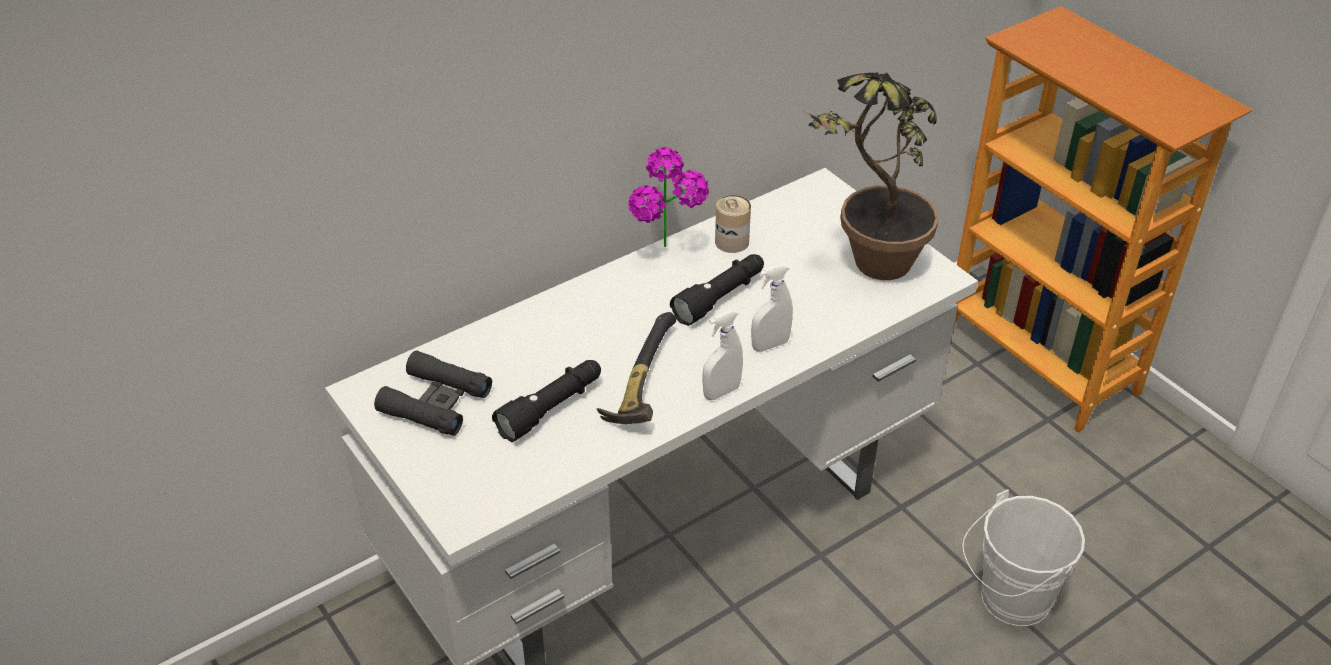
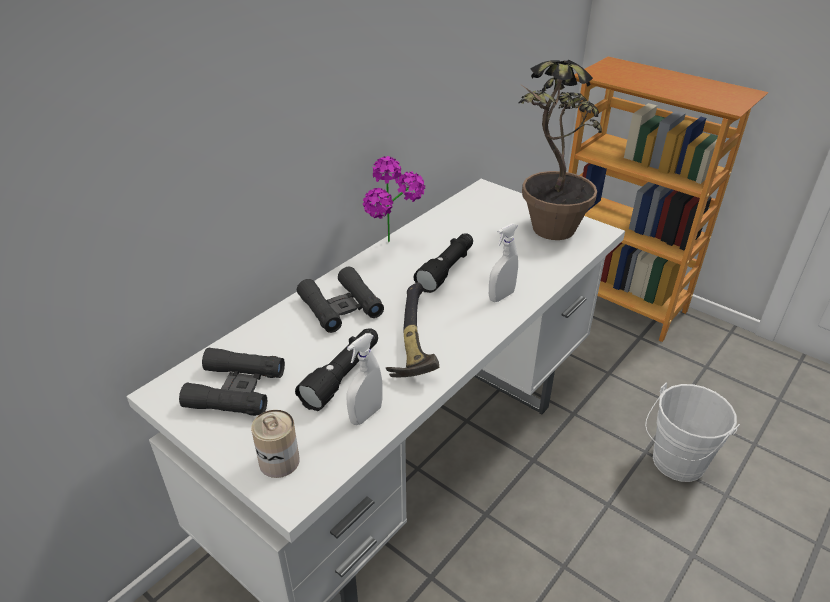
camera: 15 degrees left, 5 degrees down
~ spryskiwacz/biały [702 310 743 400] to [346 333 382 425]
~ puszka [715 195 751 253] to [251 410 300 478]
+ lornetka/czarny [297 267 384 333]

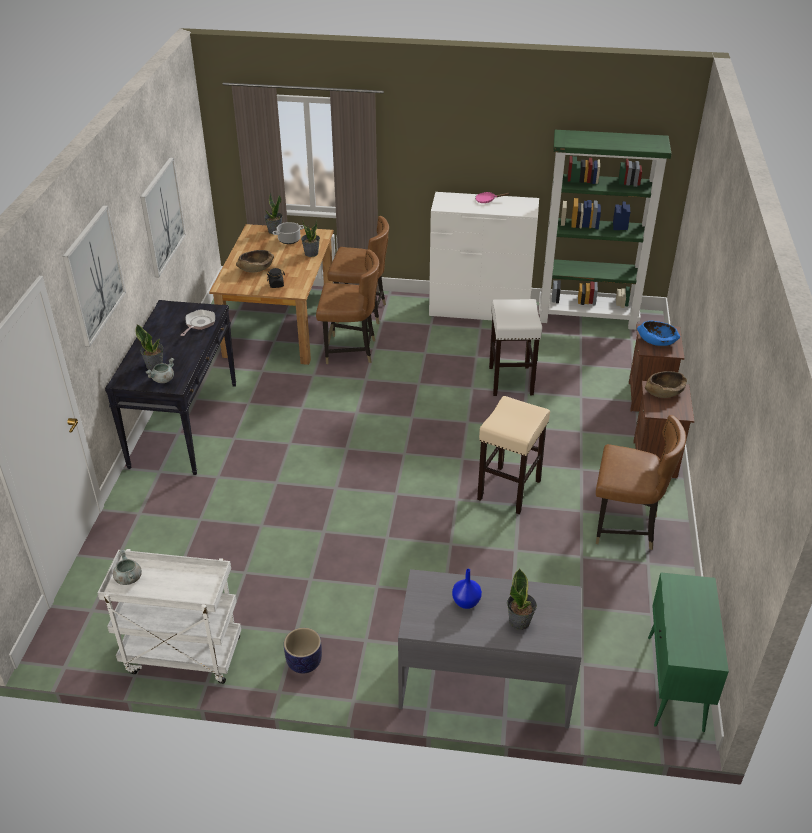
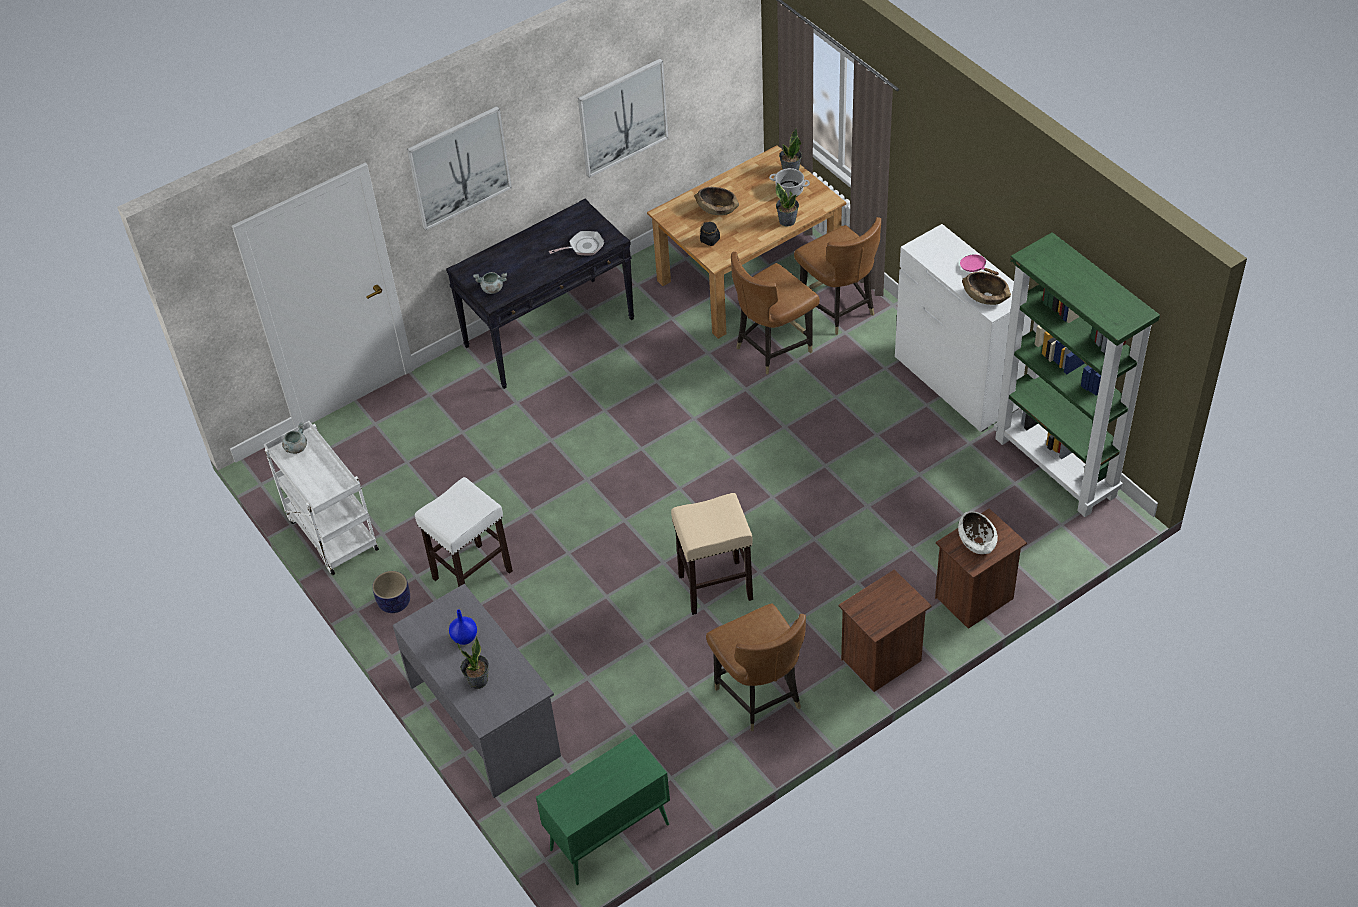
camera: 50 degrees right, 10 degrees up
- roślina doniczkowa [135 324 163 371]
~ krzesło/brązowy [316 249 379 364] = [731 252 820 374] 90 degrees clockwise
~ stołek/biały [489 299 542 396] to [415 477 513 587]
~ miska/niebieski [637 321 680 346] to miska/biały [958 511 998 554]
~ miska/brązowy [645 371 687 398] to [962 272 1011 305]

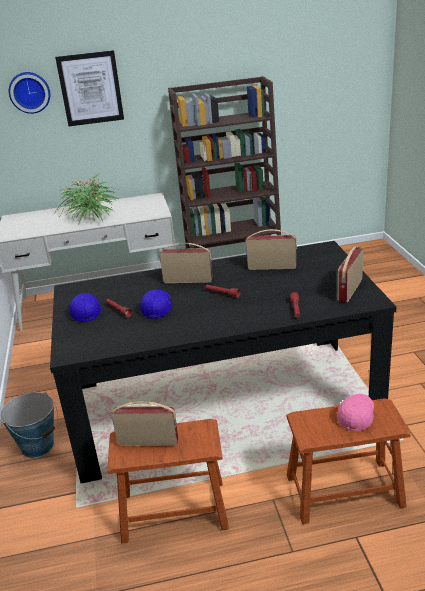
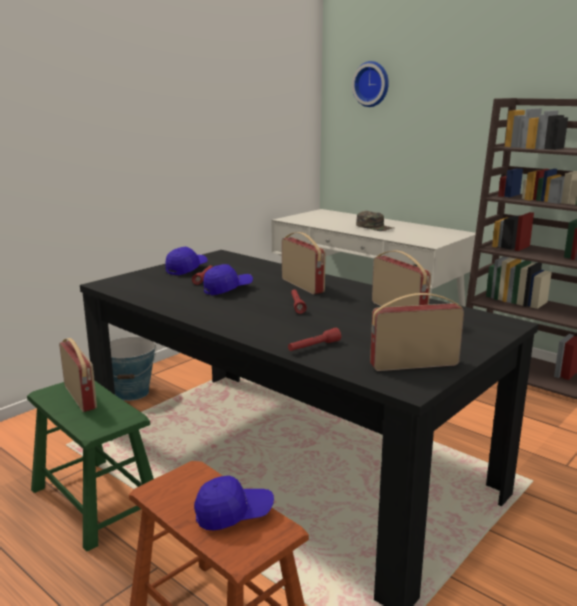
camera: 50 degrees right, 10 degrees down
- obraz [55 50 124 126]
~ roślina doniczkowa [56 173 118 225] to czapka z daszkiem/zielony [356 211 393 231]
~ stołek/brązowy [107 419 229 544] to stołek/zielony [27 381 154 551]
~ czapka z daszkiem/różowy [337 394 374 432] to czapka z daszkiem/niebieski [194 475 274 530]

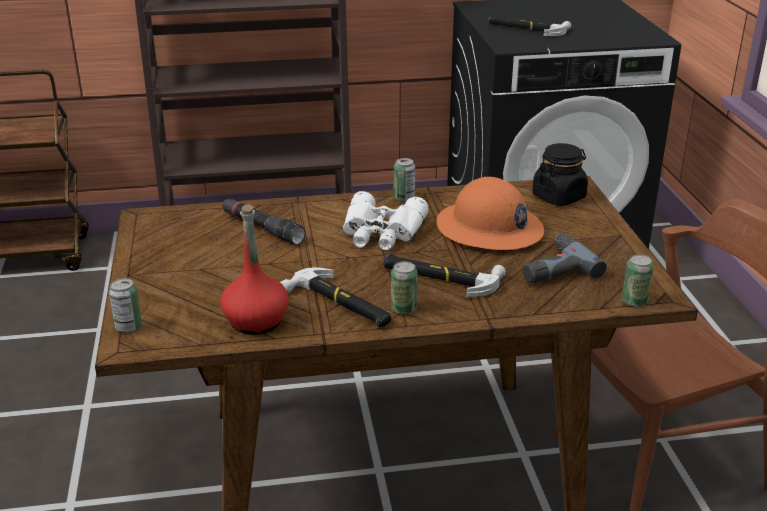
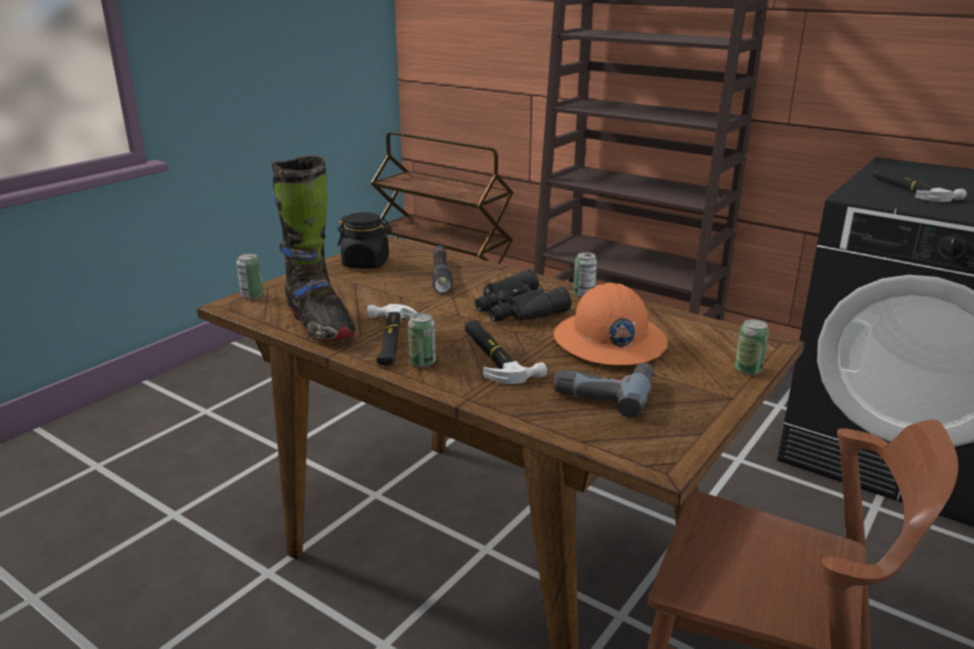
camera: 45 degrees right, 5 degrees down
~ butelka/czerwony [221 204 289 335] to but z cholewką/czarny [272 155 355 341]
~ lornetka/biały [343 191 429 250] to lornetka/czarny [475 269 572 322]
~ słoik/czarny [532 143 588 206] to [338 212 392 269]
~ puszka [622 254 654 307] to [735 319 769 375]

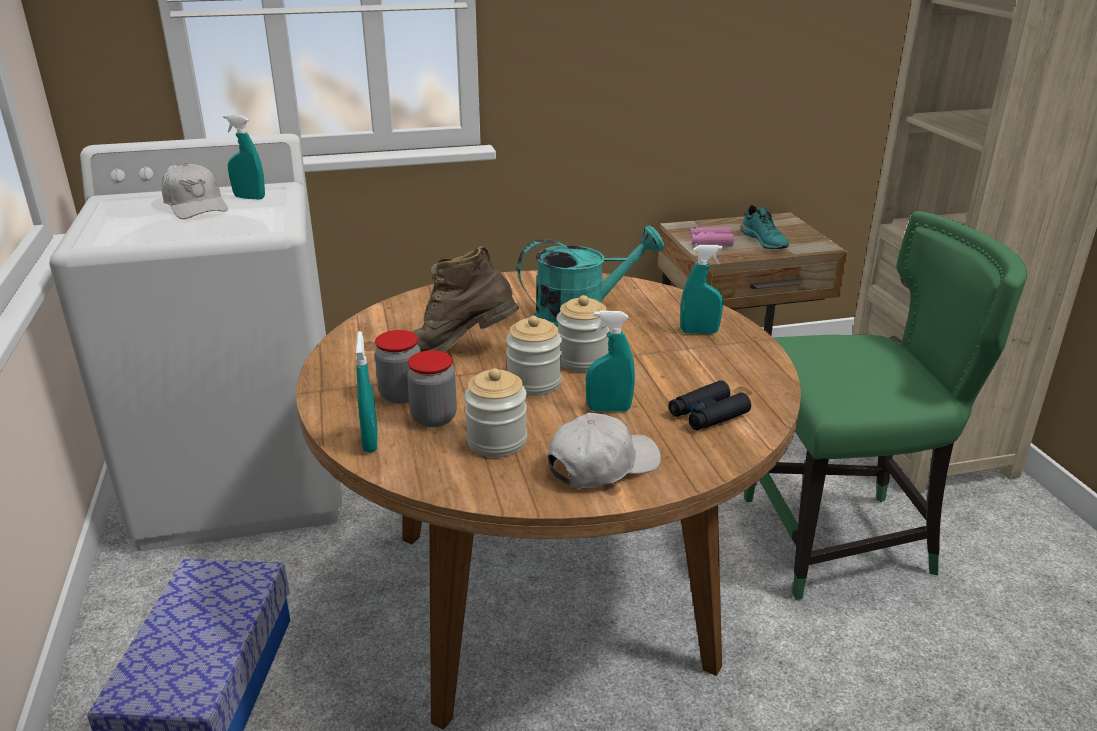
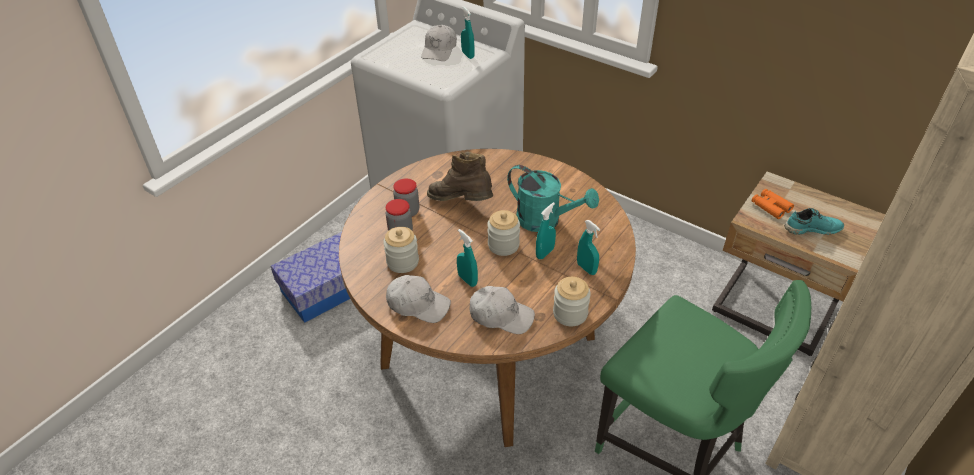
camera: 50 degrees right, 15 degrees up
~ spryskiwacz/turkusowy [356 331 378 452] to [536 202 556 259]
~ słoik [506 316 562 396] to [553 277 591 326]
~ lornetka/czarny [669 380 751 430] to czapka z daszkiem/biały [469 286 535 334]
~ lornetka/różowy [690 227 734 247] to lornetka/pomarańczowy [752 189 794 219]
~ but/turkusowy [740 205 789 249] = [784 208 844 235] 120 degrees counterclockwise

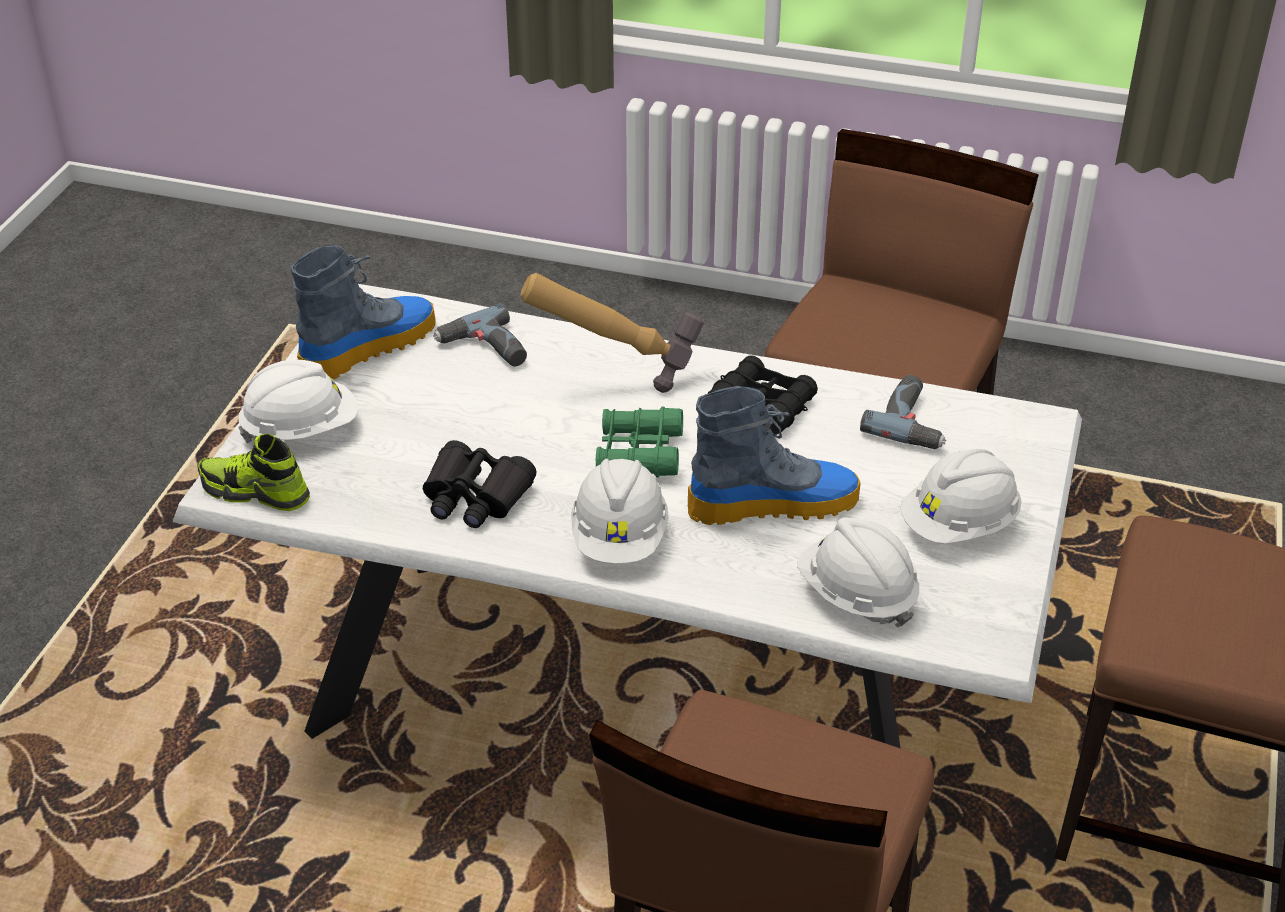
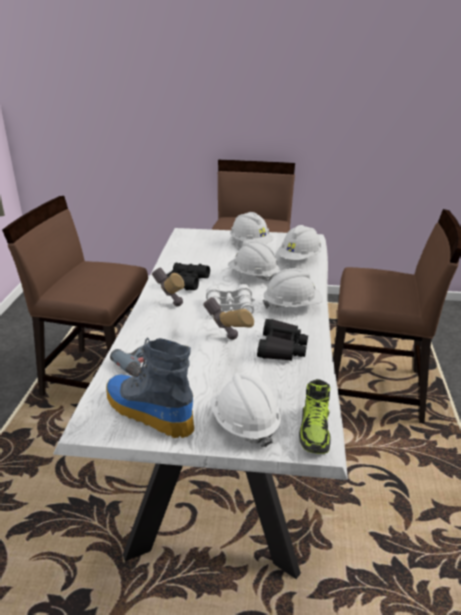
camera: 100 degrees left, 10 degrees down
~ lornetka/zielony [596 406 683 478] to lornetka/biały [206 284 255 317]
~ but z cholewką [688 386 861 525] to kask/biały [228 240 279 281]
- wiertarka [860 375 946 449]
+ młotek [203 297 254 340]

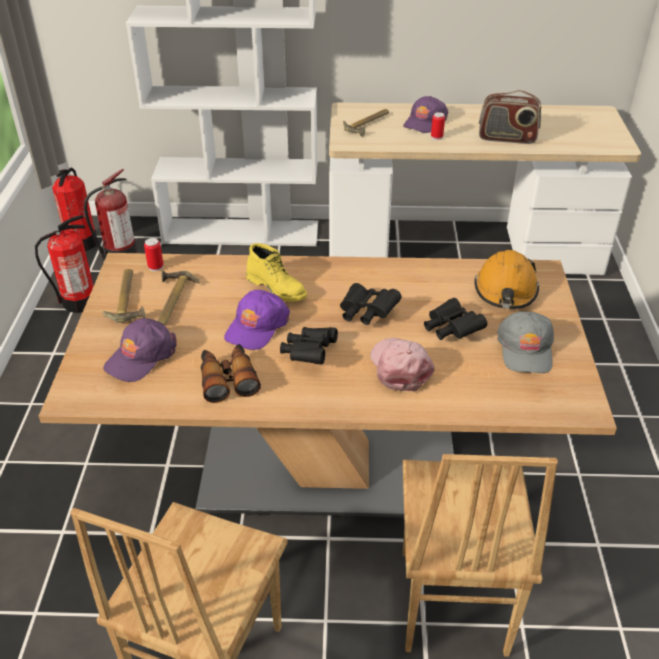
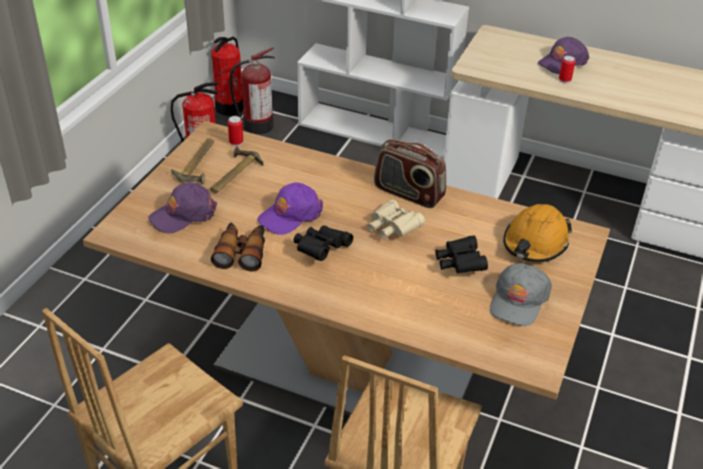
camera: 20 degrees right, 0 degrees up
- but z cholewką/żółty [246 243 307 302]
~ lornetka/czarny [340 283 401 325] to lornetka/beżowy [367 199 425 239]
- młotek [343 109 389 137]
- czapka z daszkiem/różowy [370 338 435 392]
~ radio [479 90 541 144] to [374 139 446 208]

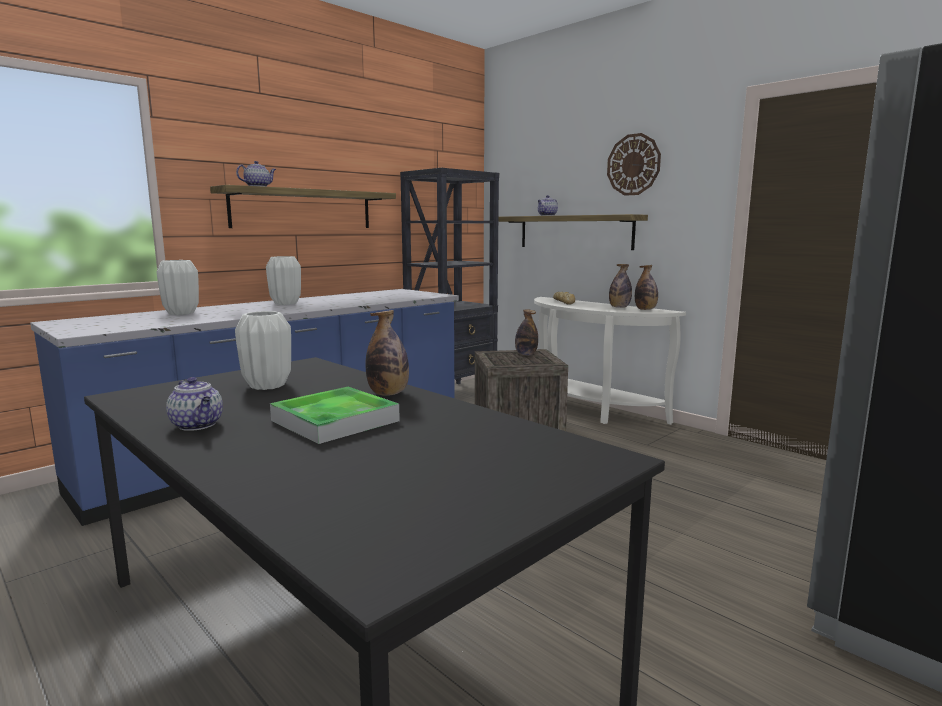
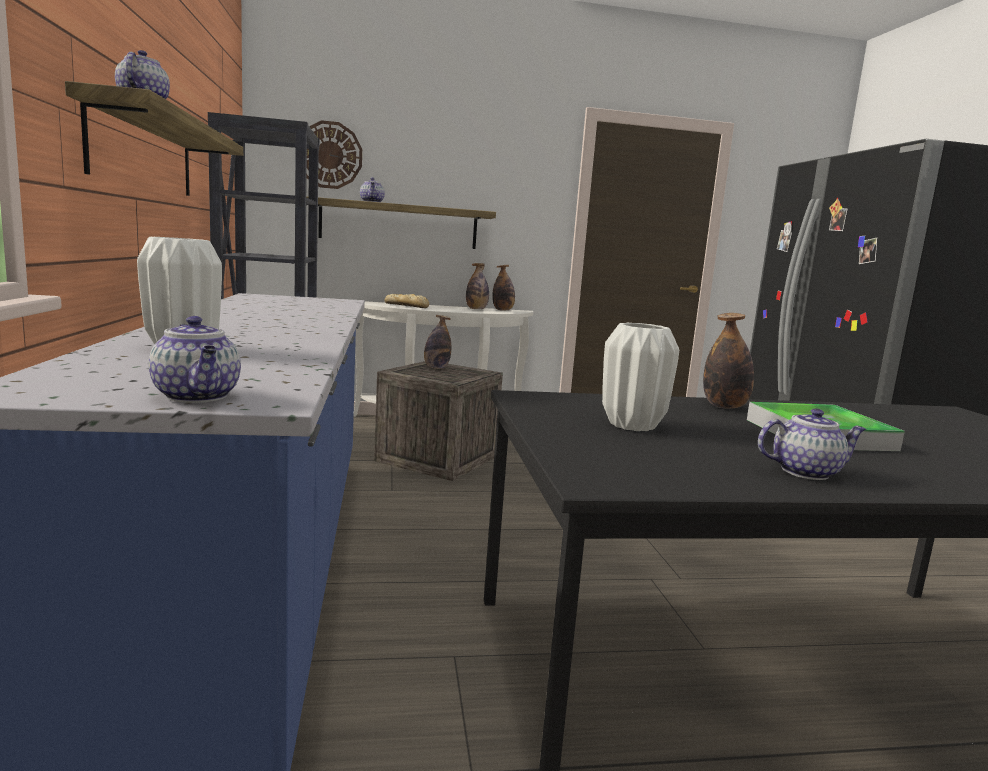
camera: 55 degrees left, 0 degrees up
- wazon/biały [266 256 301 305]
~ zegar ścienny [607 133 661 196] to [307 120 362 189]
+ imbryk [149 316 241 403]

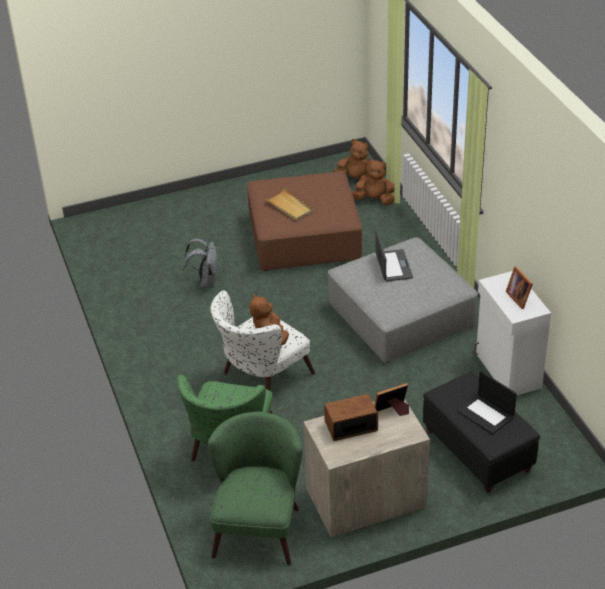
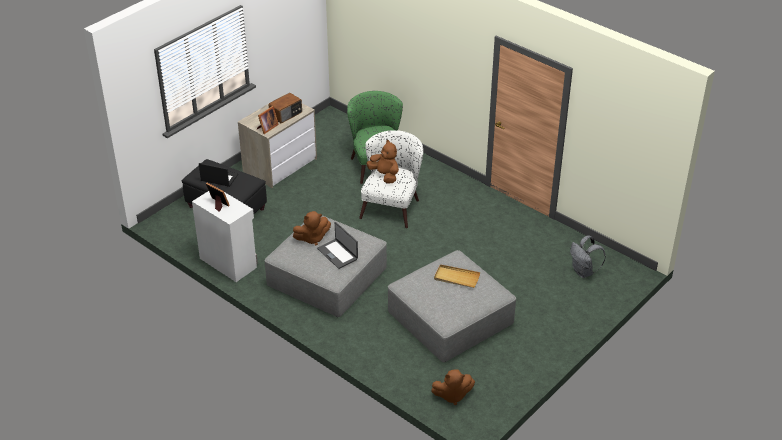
camera: 150 degrees right, 0 degrees up
~ plecak/szary [183 239 219 288] to [570 235 606 278]
- fotel/zielony [208 412 302 565]
~ pufa/brązowy [247 171 362 271] to pufa/szary [388 250 517 362]
~ pluszak/brązowy [352 159 395 206] to [293 211 331 245]

